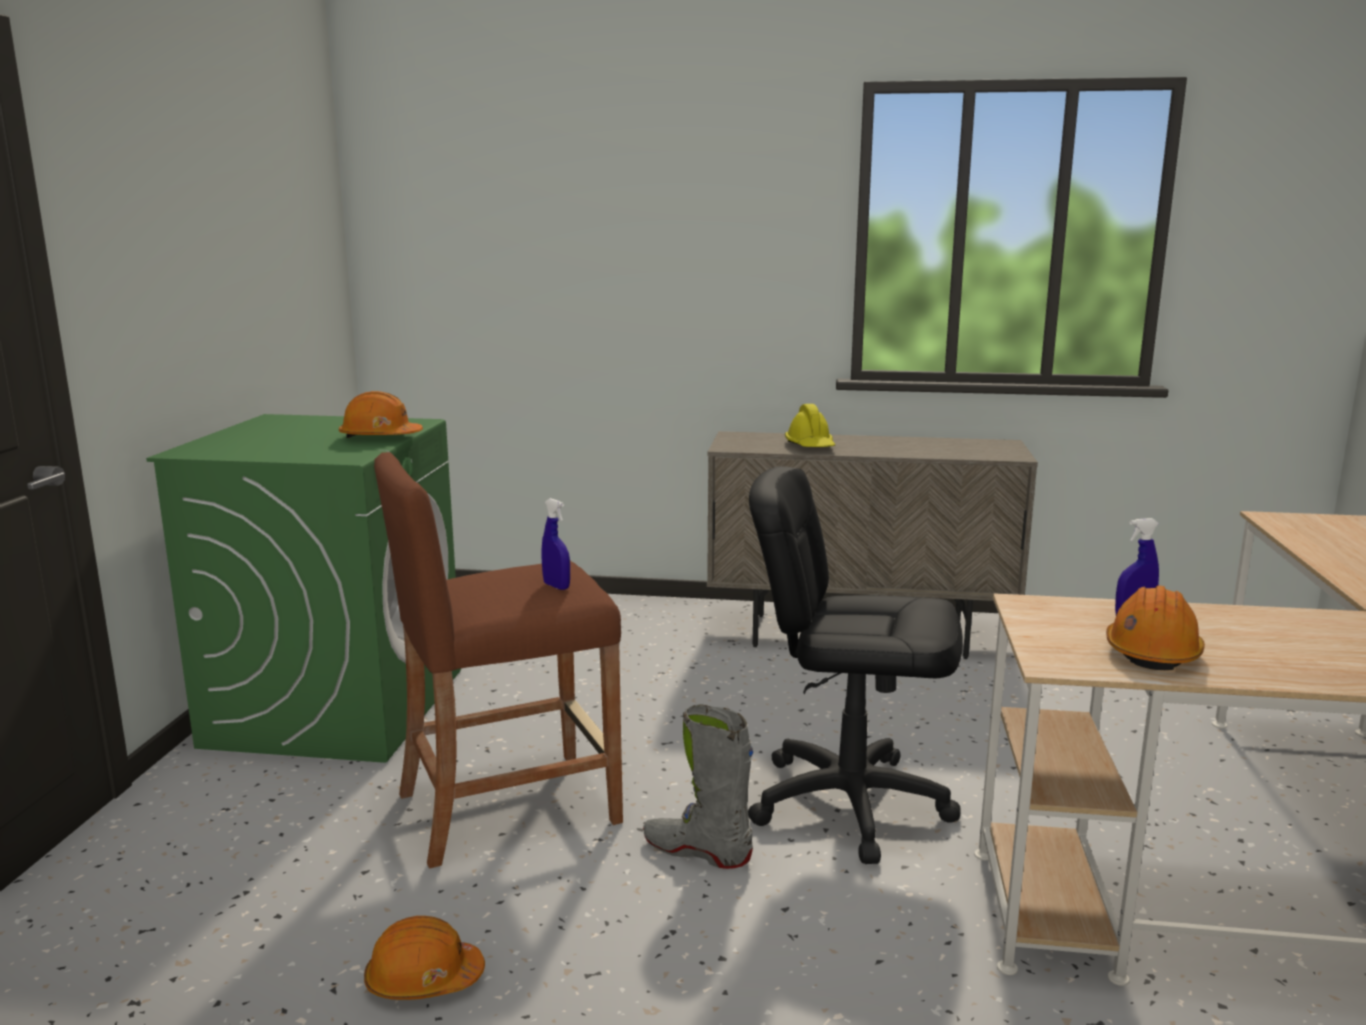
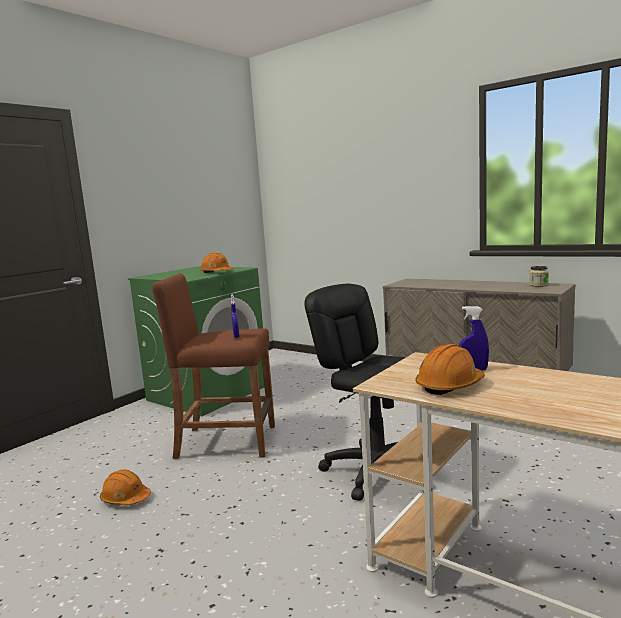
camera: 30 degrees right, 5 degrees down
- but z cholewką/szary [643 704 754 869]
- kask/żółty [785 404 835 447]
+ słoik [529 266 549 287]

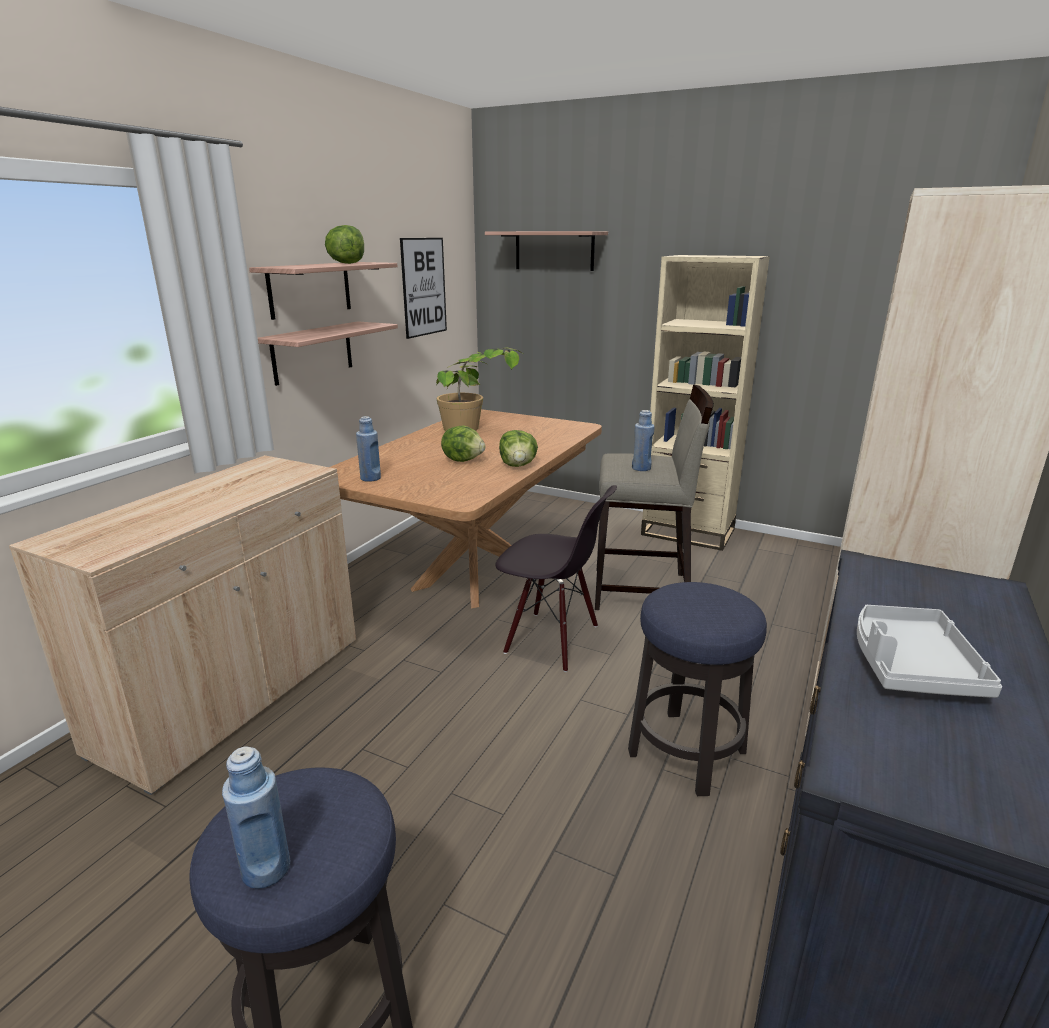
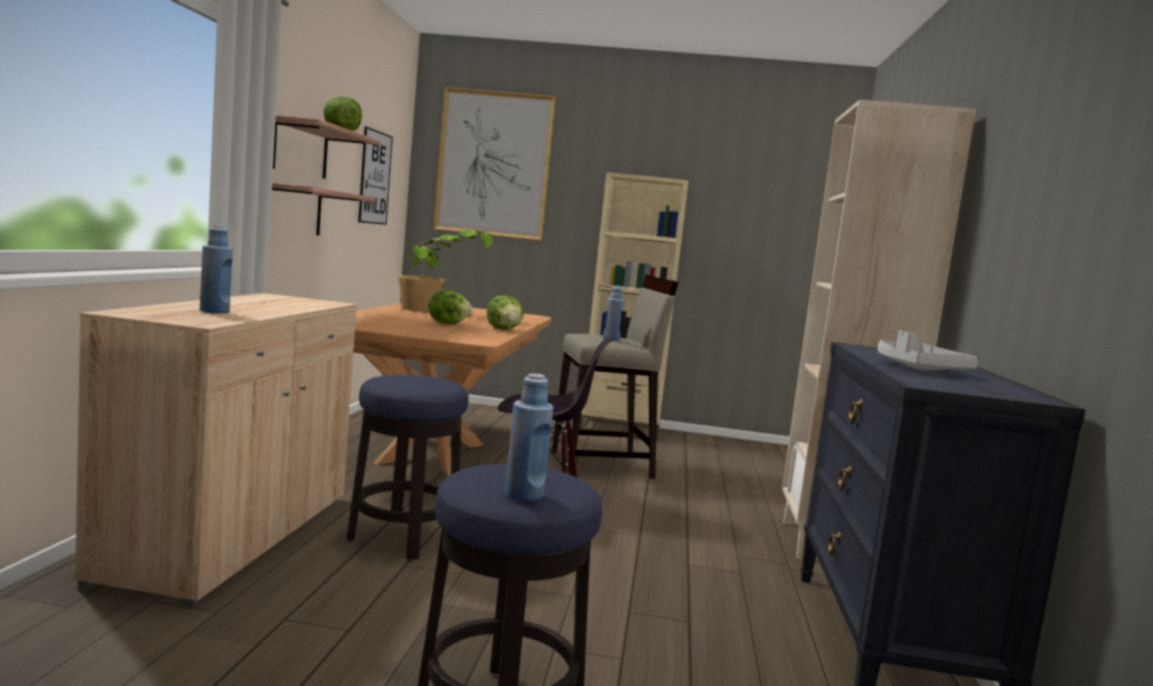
camera: 20 degrees left, 15 degrees down
~ butelka/niebieski [356 416 381 482] to [200 226 233 313]
~ półka [485 231 608 271] to obraz [433 87 556 241]
~ stołek [628 582 767 796] to [347 375 468 560]

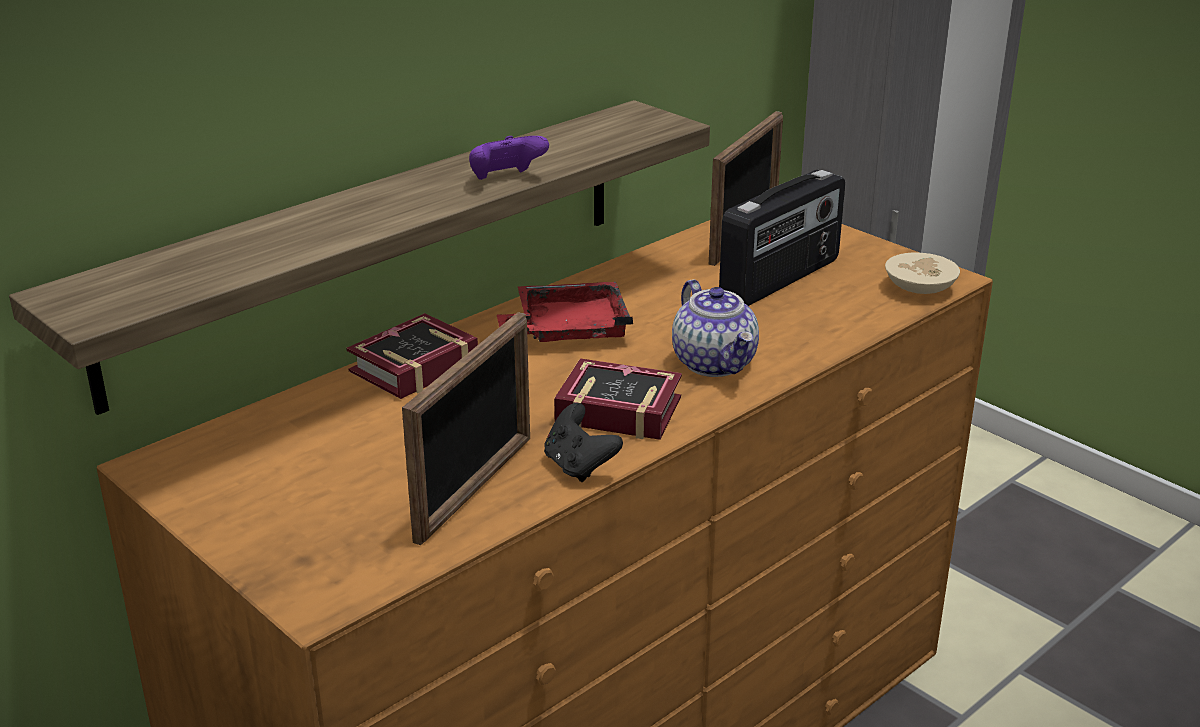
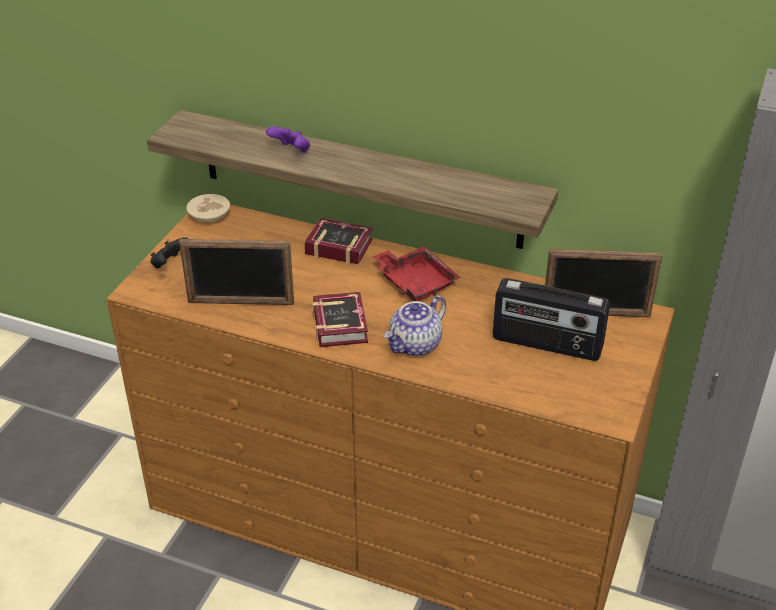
camera: 65 degrees right, 10 degrees up
~ pad do gier/fioletowy [469 136 549 180] to [266 126 310 153]
~ pad do gier/czarny [544 403 623 482] to [150 237 189 268]
~ miska/beżowy [885 252 960 294] to [186 194 230 222]

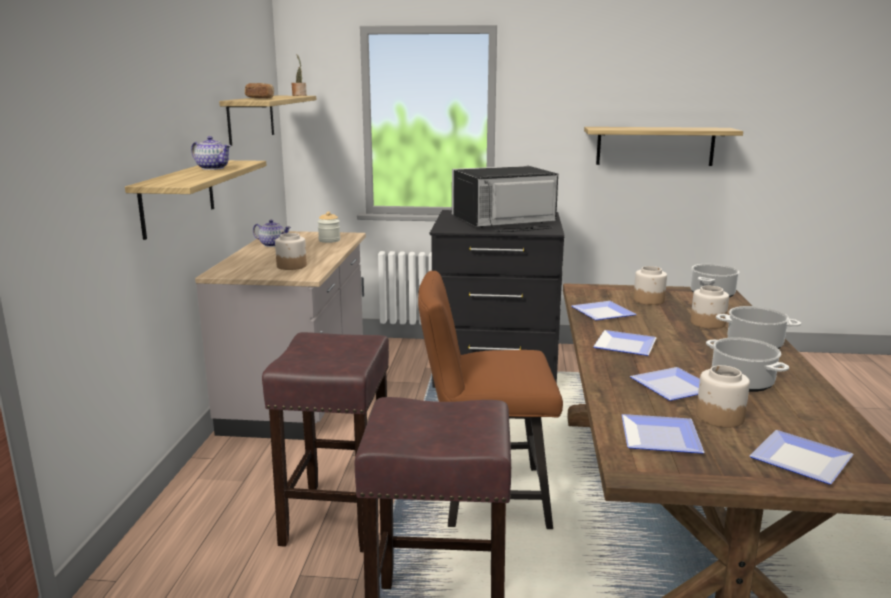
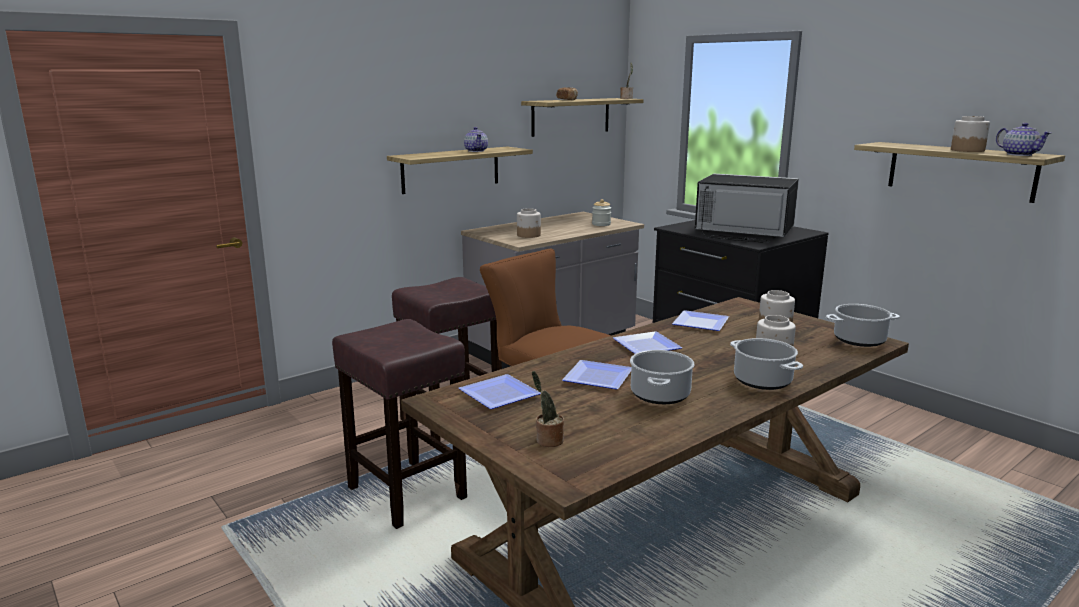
camera: 45 degrees right, 0 degrees up
~ imbryk [253 220 291 247] to [996 123 1052 156]
~ słoik [696 365 750 428] to [951 116 990 152]
~ talerz [750 430 854 484] to roślina doniczkowa [532 371 564 447]

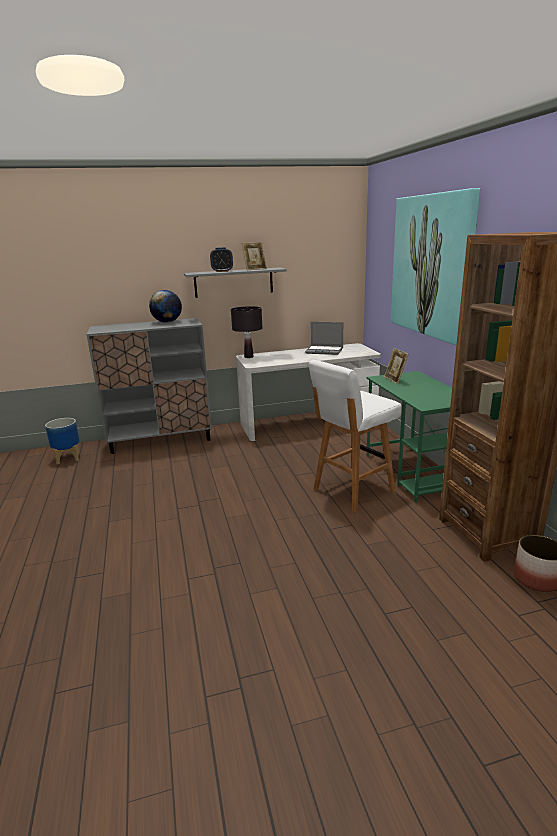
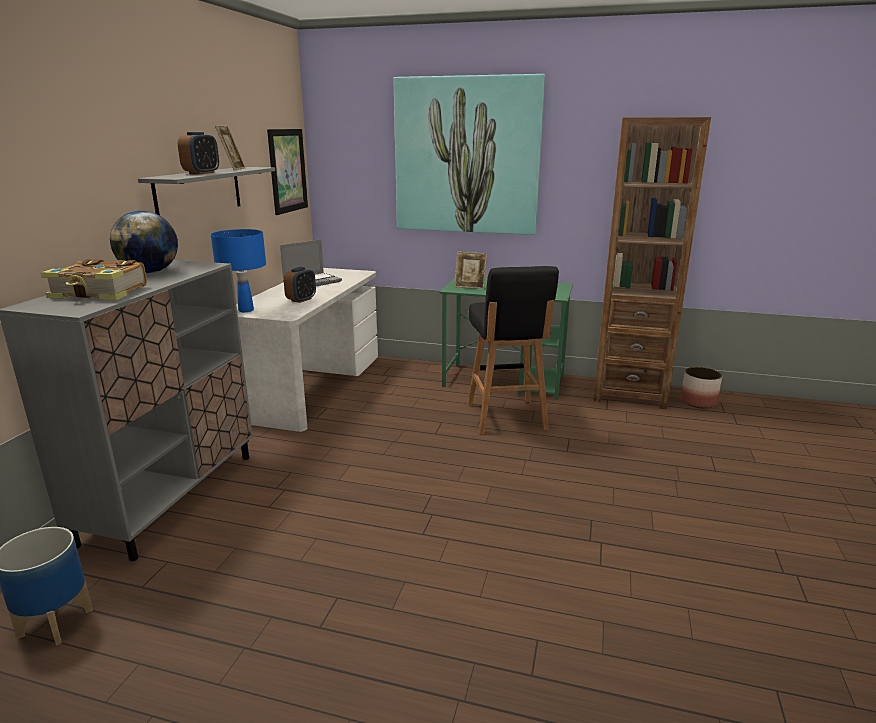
camera: 60 degrees left, 0 degrees up
~ lampa stołowa/czarny [231 306 262 358] to lampa stołowa/niebieski [211 229 266 312]
~ stołek/biały [308 360 402 512] to stołek/czarny [467 266 559 434]
+ książka [41 259 147 300]
+ obraz [267 129 308 215]
+ budzik [284 267 316 303]

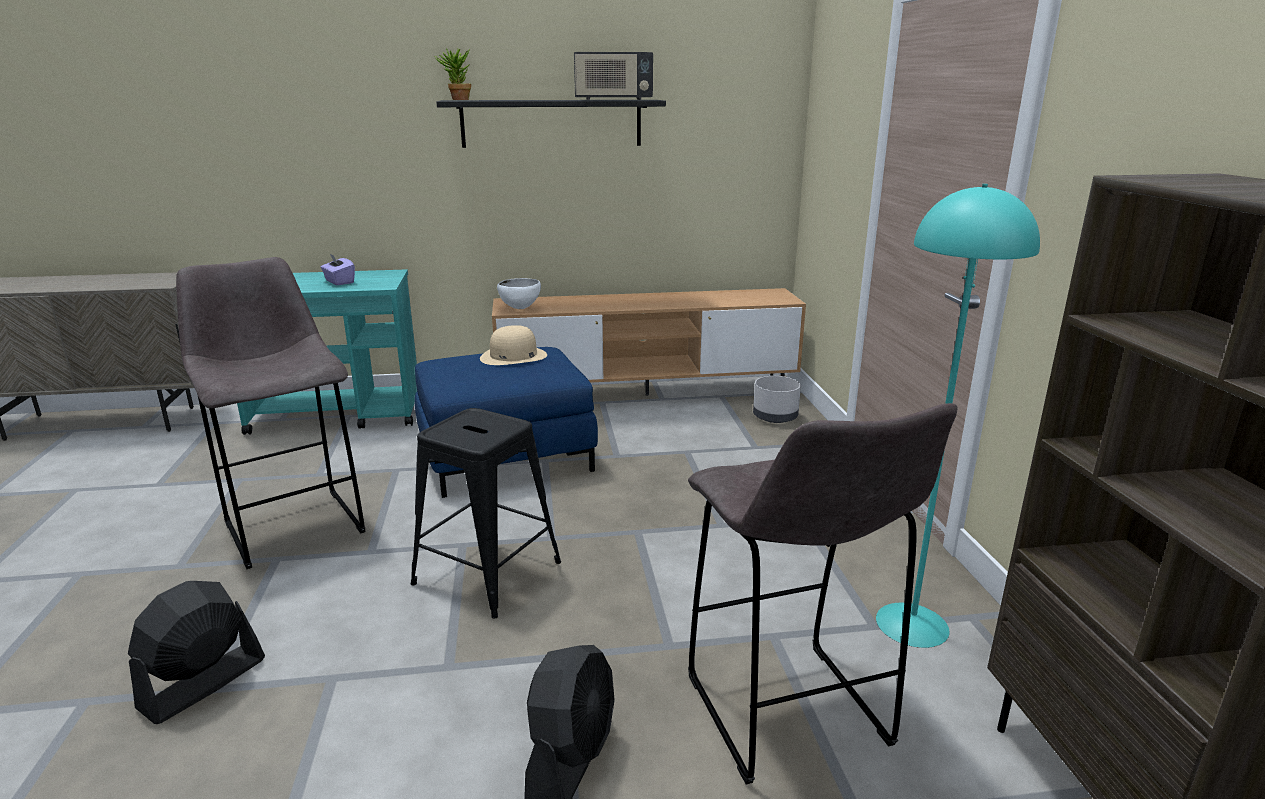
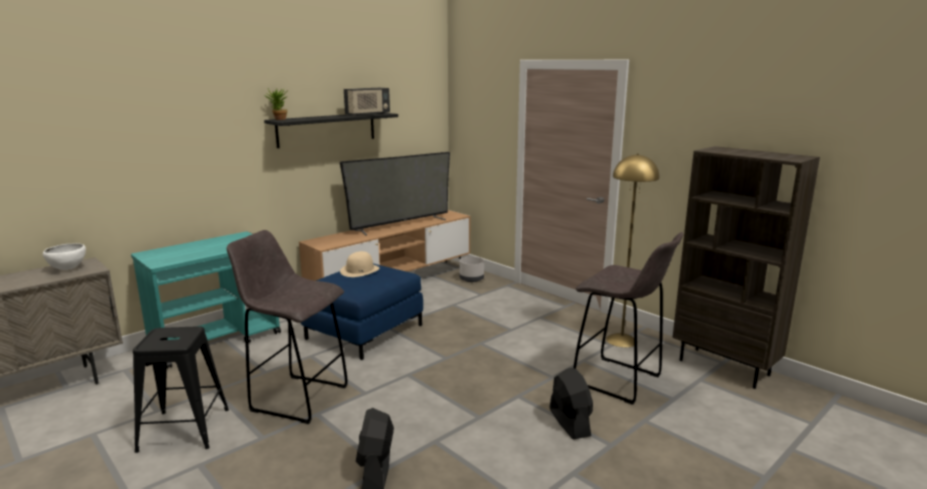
camera: 35 degrees left, 5 degrees down
- pudełko chusteczek/fioletowy [320 254 355 285]
~ stołek/czarny [411 408 561 619] to [133 326 229 453]
~ miska/biały [497 278 541 309] to [43 243 86 270]
~ lampa stojąca/turkusowy [876 184 1040 648] to lampa stojąca/żółty [606 154 659 347]
+ telewizor [340 152 450 236]

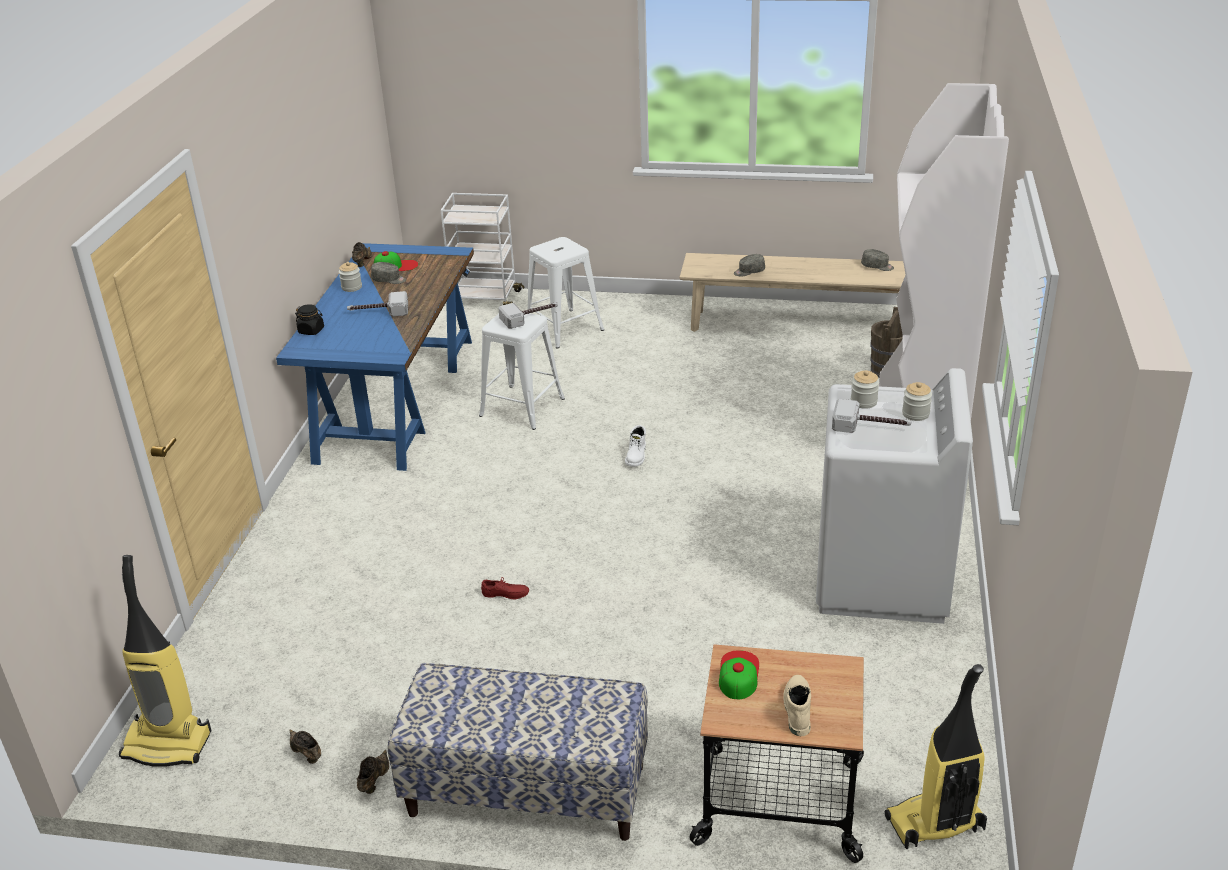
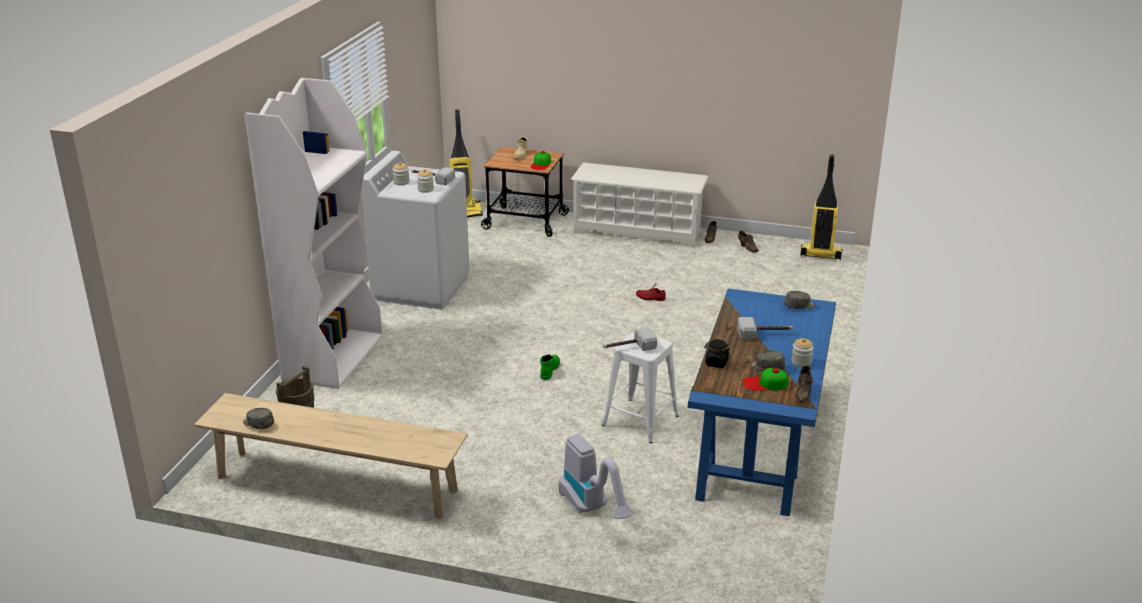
camera: 175 degrees left, 5 degrees down
~ słoik/czarny [295 304 324 335] to [704 339 730 368]
~ ławka [388 663 648 841] to regał na buty/biały [571 163 709 247]
- wózek/biały [441 193 524 305]
~ stołek/biały [528 237 604 348] to odkurzacz [559 434 634 519]
~ but z cholewką/biały [625 425 646 467] to but z cholewką/zielony [540 354 560 380]
~ czapka z daszkiem/szary [734 254 765 276] to [784 291 815 309]

